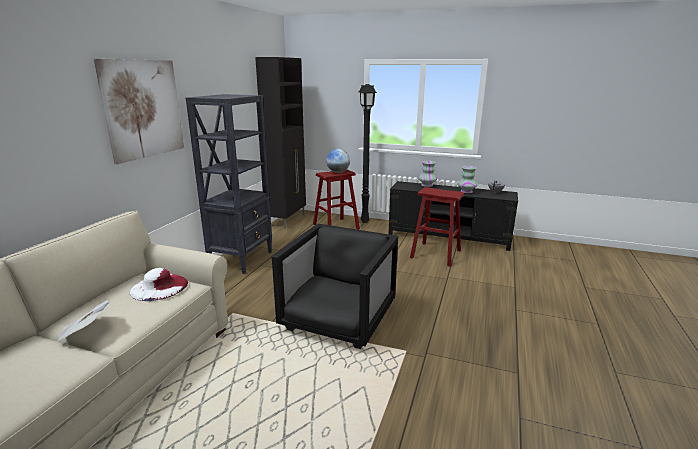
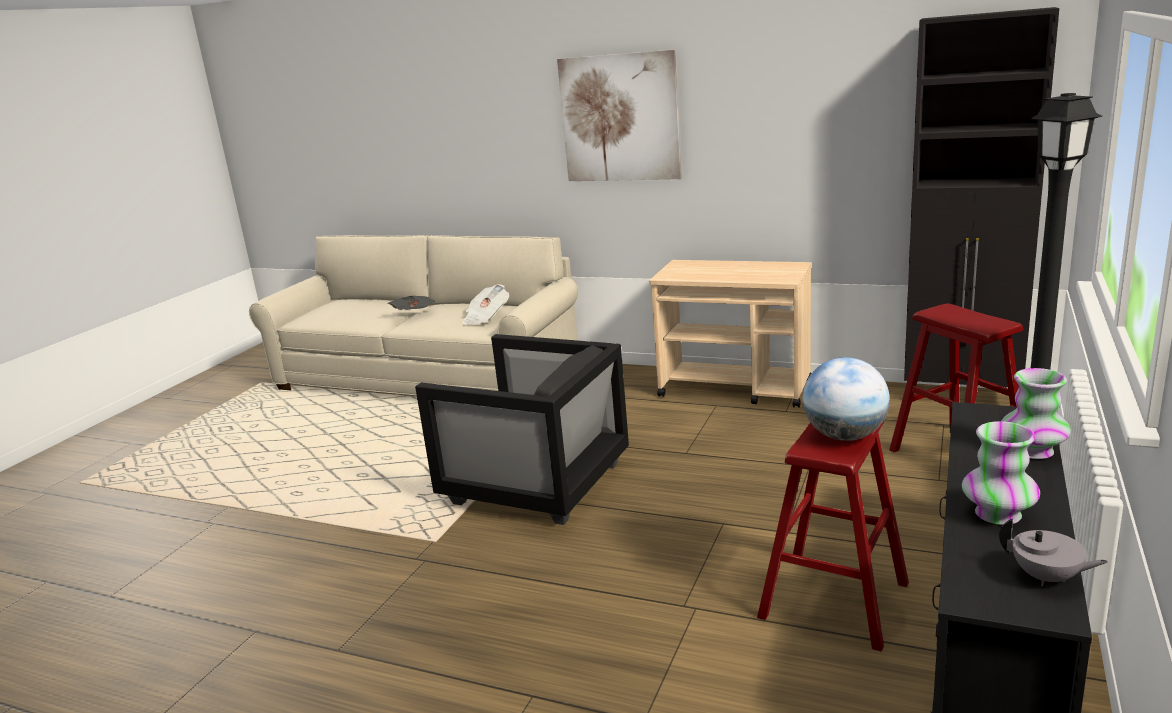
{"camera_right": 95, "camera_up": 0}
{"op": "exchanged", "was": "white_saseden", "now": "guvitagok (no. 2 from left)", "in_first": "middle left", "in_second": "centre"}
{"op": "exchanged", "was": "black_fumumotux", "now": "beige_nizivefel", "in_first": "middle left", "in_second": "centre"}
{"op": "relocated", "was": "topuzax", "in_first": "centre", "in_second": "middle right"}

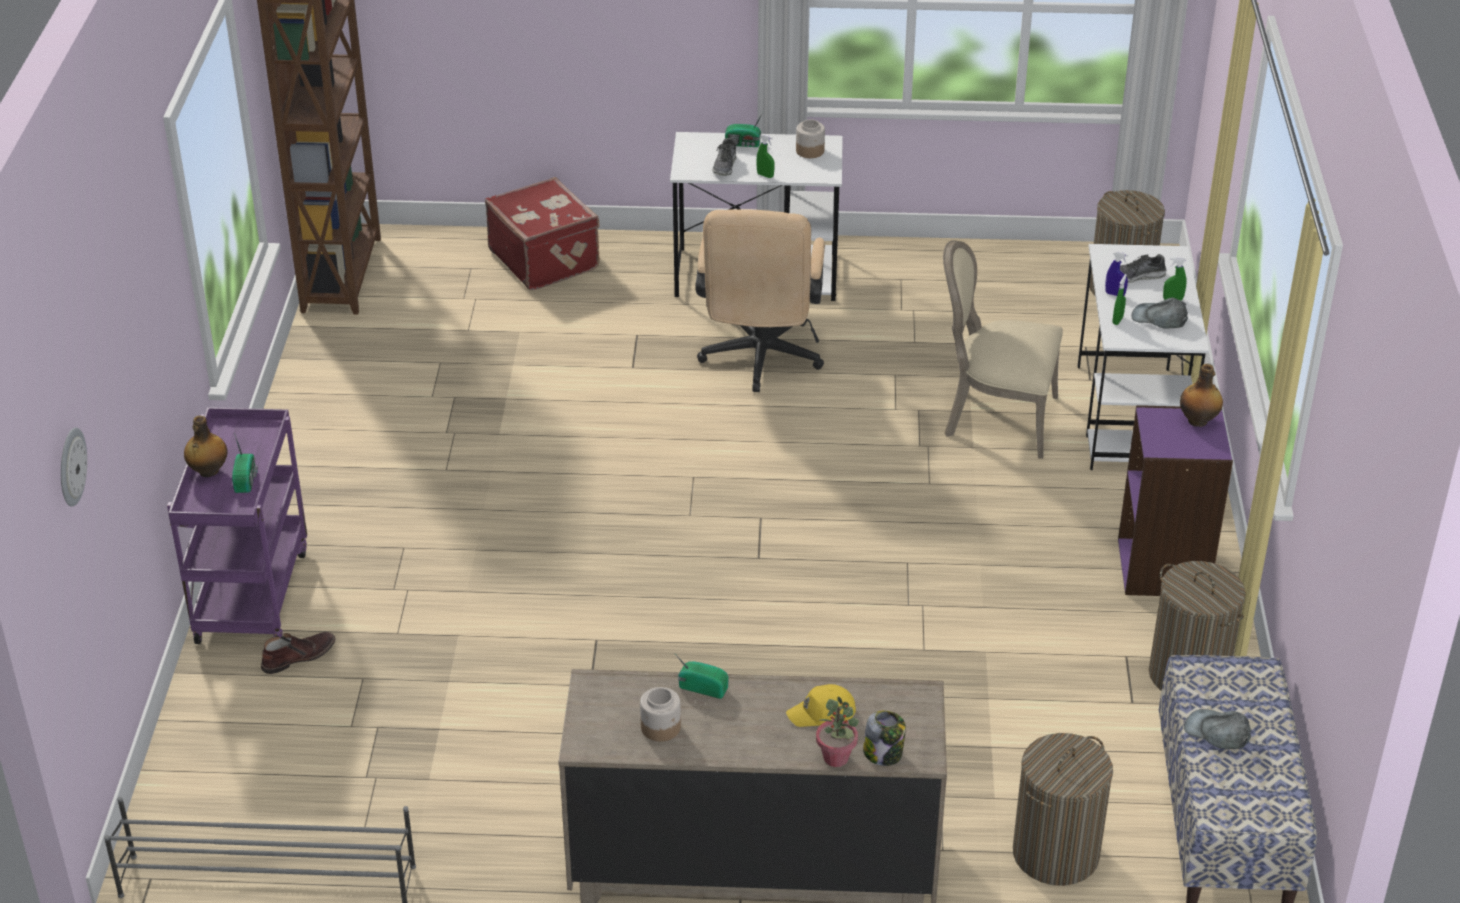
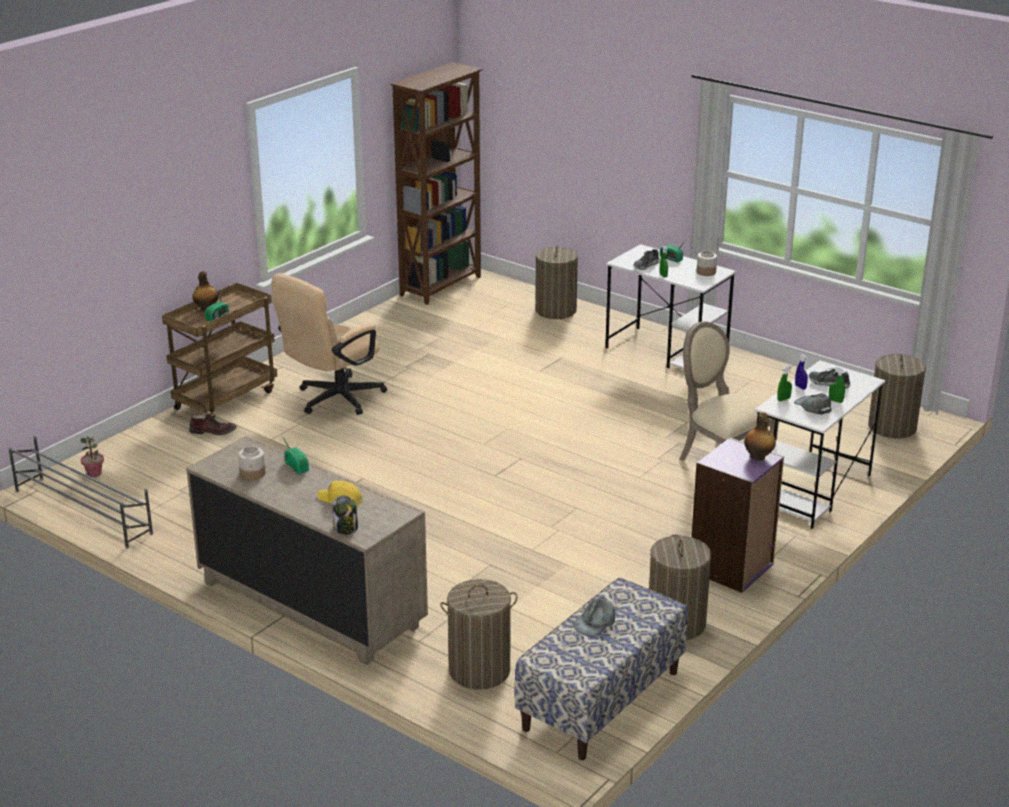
{"camera_right": 35, "camera_up": -10}
{"op": "missing", "was": "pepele", "in_first": "middle left"}
{"op": "colour", "was": "purple_nizivefel", "now": "brown_nizivefel", "in_first": "middle left", "in_second": "middle left"}
{"op": "exchanged", "was": "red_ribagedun", "now": "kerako (no. 2 from left)", "in_first": "top centre", "in_second": "centre"}
{"op": "relocated", "was": "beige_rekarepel", "in_first": "top centre", "in_second": "middle left"}
{"op": "relocated", "was": "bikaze", "in_first": "bottom centre", "in_second": "middle left"}
{"op": "spun", "was": "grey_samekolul (no. 2 from left in the first image)", "in_first": "bottom right", "in_second": "bottom centre", "clockwise": -120}

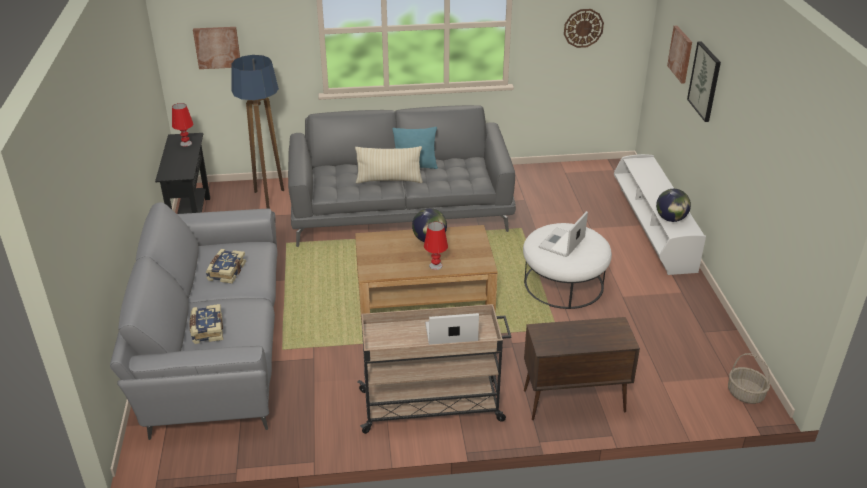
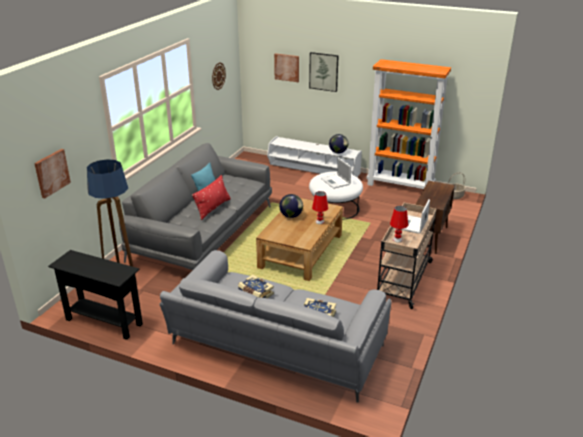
{"camera_right": -60, "camera_up": -5}
{"op": "relocated", "was": "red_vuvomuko (no. 1 from left in the first image)", "now": "red_vuvomuko (no. 2 from left)", "in_first": "top left", "in_second": "middle right"}
{"op": "colour", "was": "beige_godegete", "now": "red_godegete", "in_first": "centre", "in_second": "centre"}
{"op": "appeared", "now": "orange_fumumotux", "in_second": "top right"}

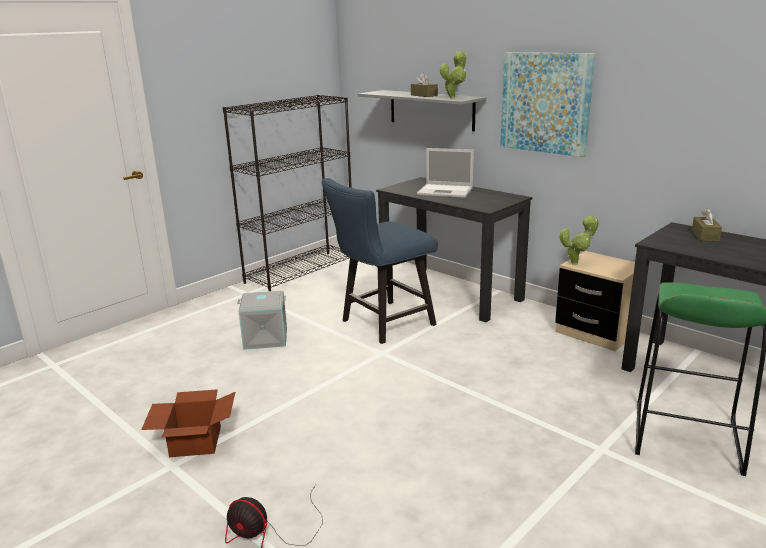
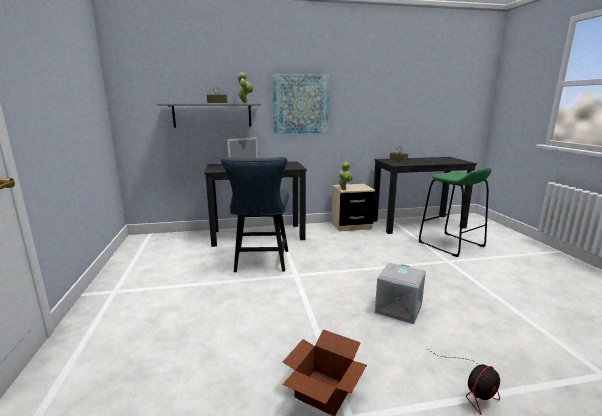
{"camera_right": -55, "camera_up": -5}
{"op": "missing", "was": "black_fumumotux", "in_first": "centre"}
{"op": "relocated", "was": "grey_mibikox", "in_first": "centre", "in_second": "bottom centre"}

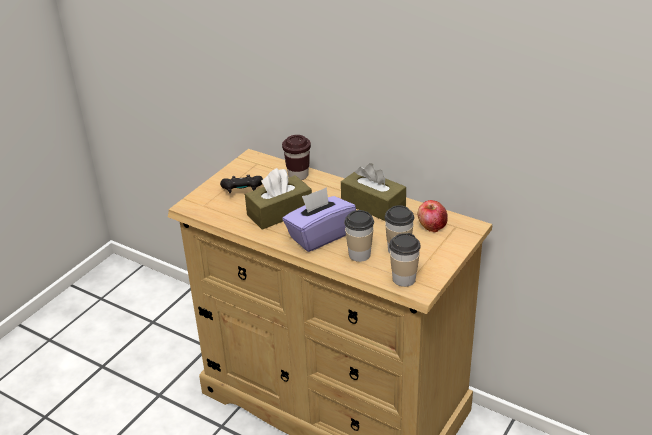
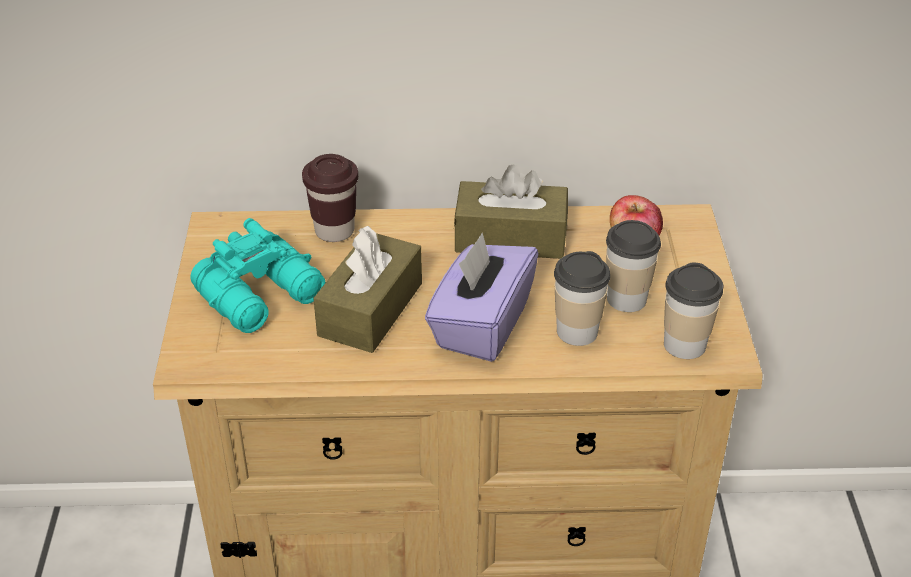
{"camera_right": -35, "camera_up": 5}
{"op": "exchanged", "was": "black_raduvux", "now": "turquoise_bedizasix", "in_first": "centre", "in_second": "middle left"}

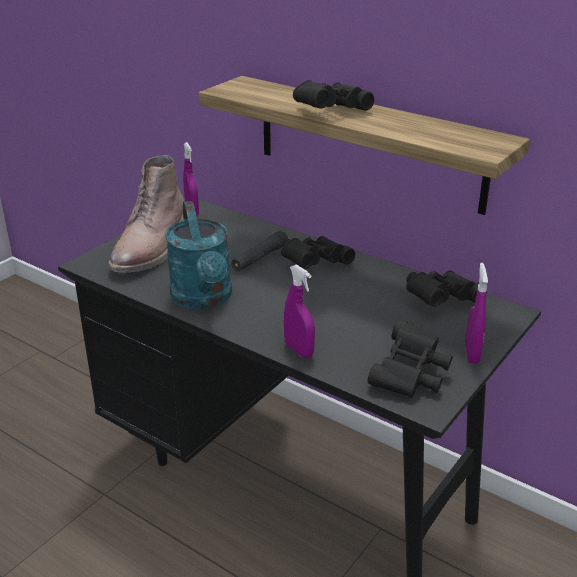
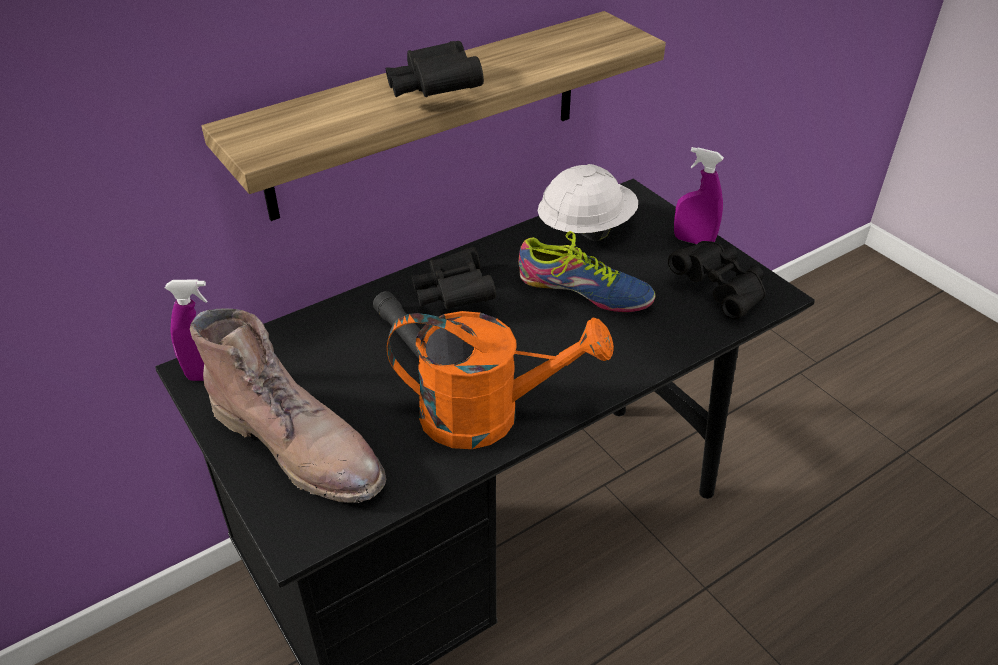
{"camera_right": -70, "camera_up": 10}
{"op": "colour", "was": "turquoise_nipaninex", "now": "orange_nipaninex", "in_first": "centre", "in_second": "centre"}
{"op": "missing", "was": "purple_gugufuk (no. 2 from left)", "in_first": "centre"}
{"op": "exchanged", "was": "black_bedizasix (no. 4 from left)", "now": "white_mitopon", "in_first": "middle right", "in_second": "top centre"}
{"op": "appeared", "now": "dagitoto", "in_second": "centre"}

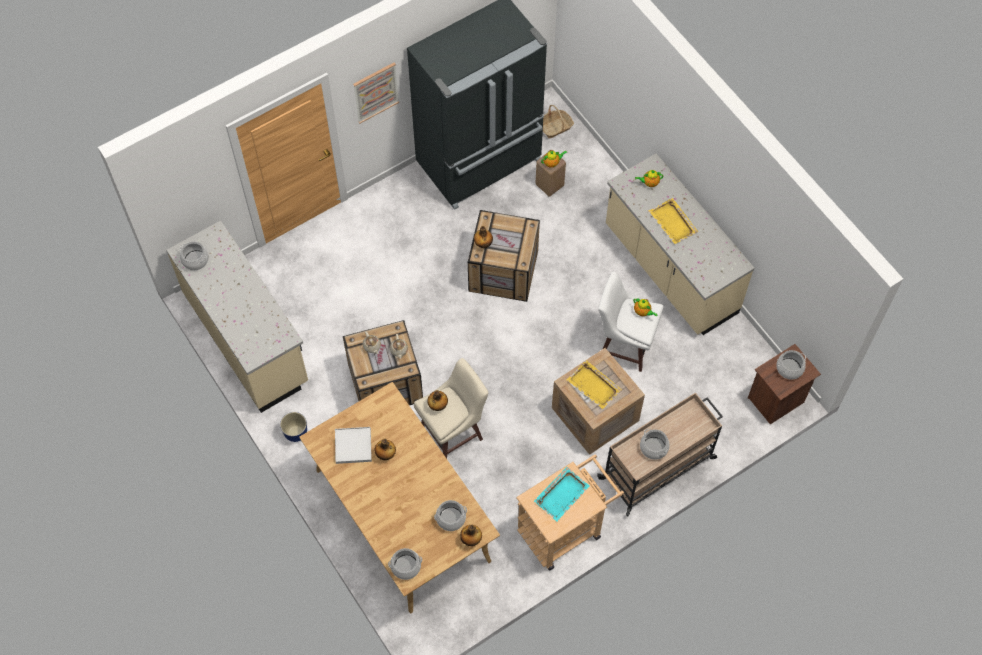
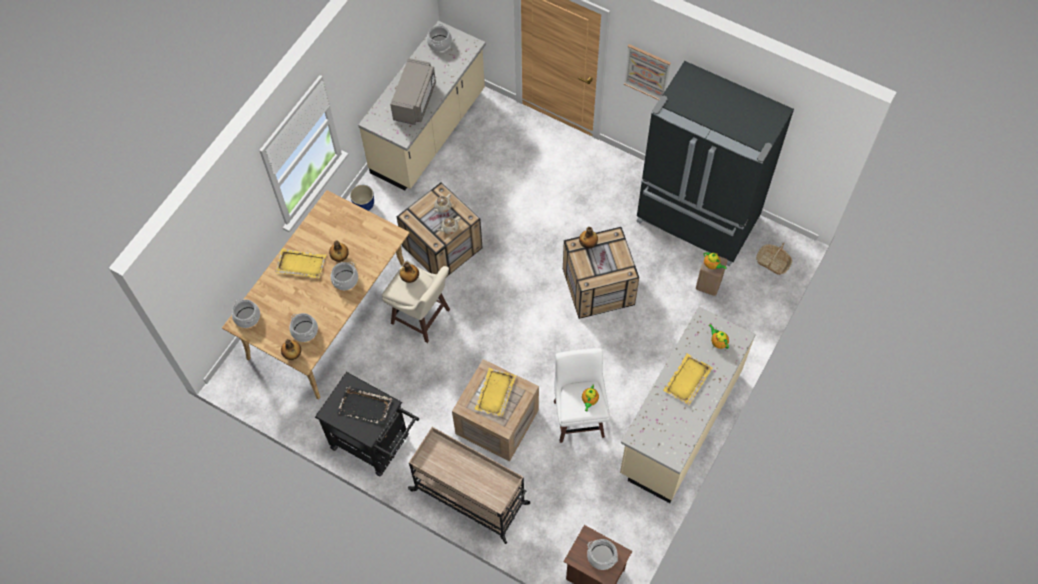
{"camera_right": 65, "camera_up": 0}
{"op": "missing", "was": "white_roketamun", "in_first": "bottom centre"}
{"op": "colour", "was": "beige_nizivefel (no. 1 from left)", "now": "black_nizivefel", "in_first": "bottom centre", "in_second": "bottom centre"}
{"op": "colour", "was": "turquoise_roketamun", "now": "black_roketamun", "in_first": "bottom centre", "in_second": "bottom centre"}
{"op": "relocated", "was": "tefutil (no. 4 from left in the first image)", "now": "tefutil (no. 3 from left)", "in_first": "bottom right", "in_second": "middle left"}
{"op": "appeared", "now": "yellow_roketamun (no. 1 from left)", "in_second": "middle left"}
{"op": "appeared", "now": "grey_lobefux", "in_second": "top centre"}

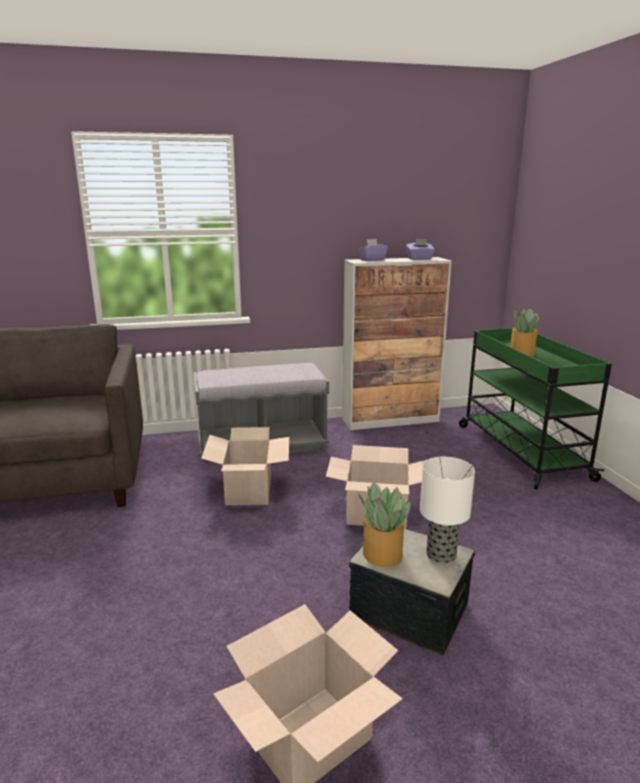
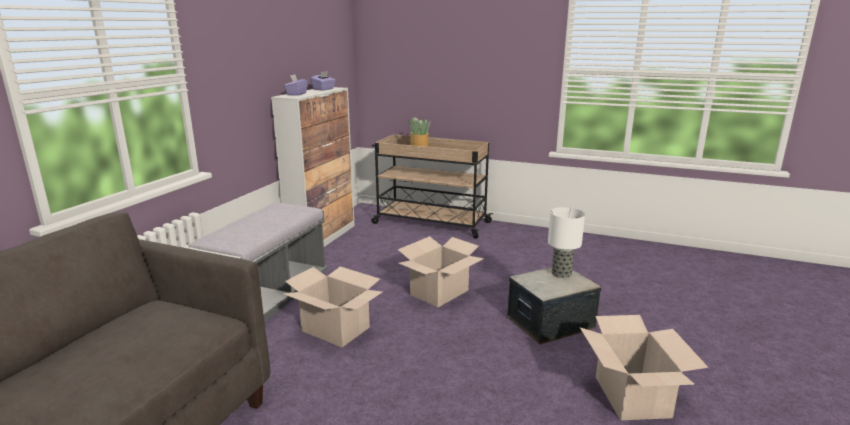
{"camera_right": -55, "camera_up": 0}
{"op": "missing", "was": "bikaze (no. 1 from left)", "in_first": "bottom centre"}
{"op": "colour", "was": "green_nizivefel", "now": "beige_nizivefel", "in_first": "middle right", "in_second": "centre"}

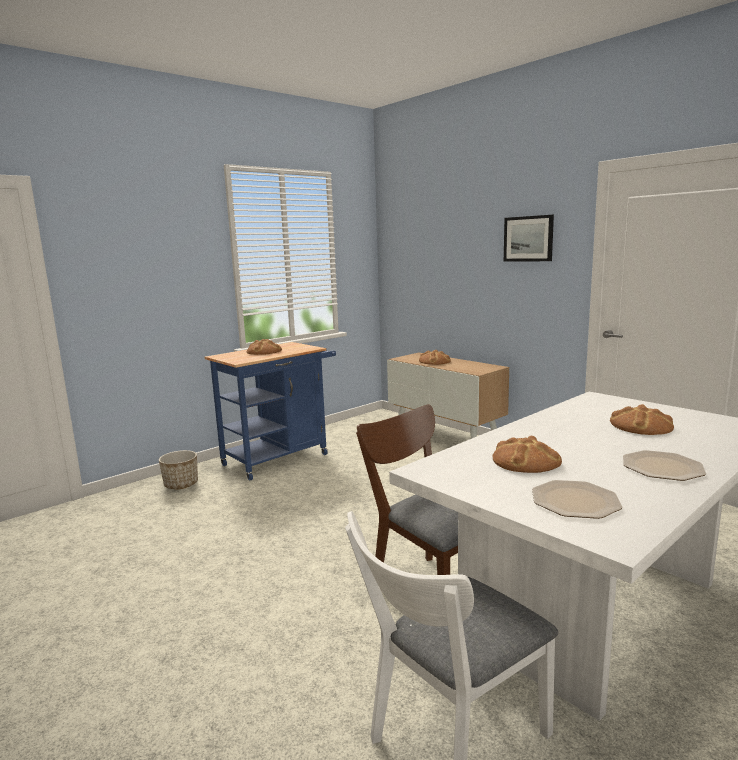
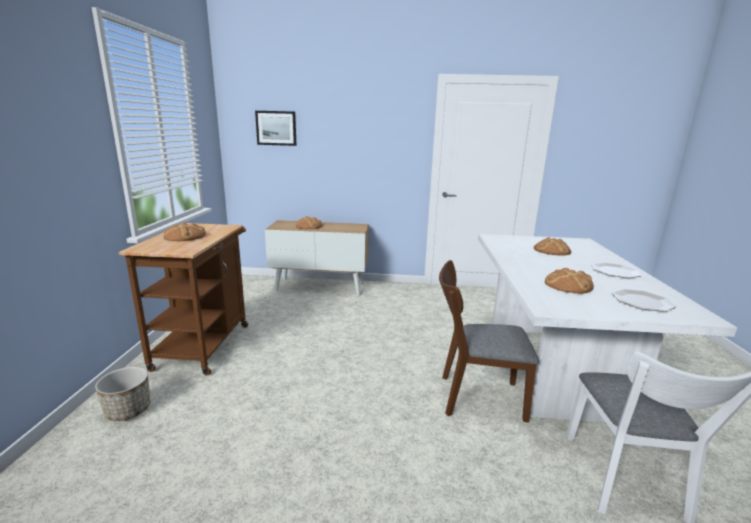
{"camera_right": -45, "camera_up": 5}
{"op": "colour", "was": "blue_nizivefel", "now": "brown_nizivefel", "in_first": "centre", "in_second": "middle left"}
{"op": "relocated", "was": "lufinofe", "in_first": "top right", "in_second": "top centre"}

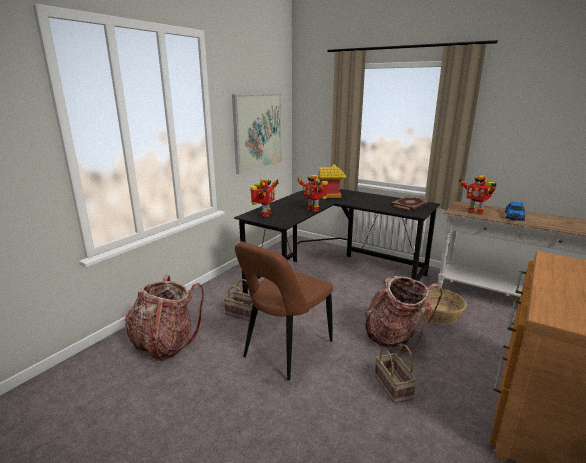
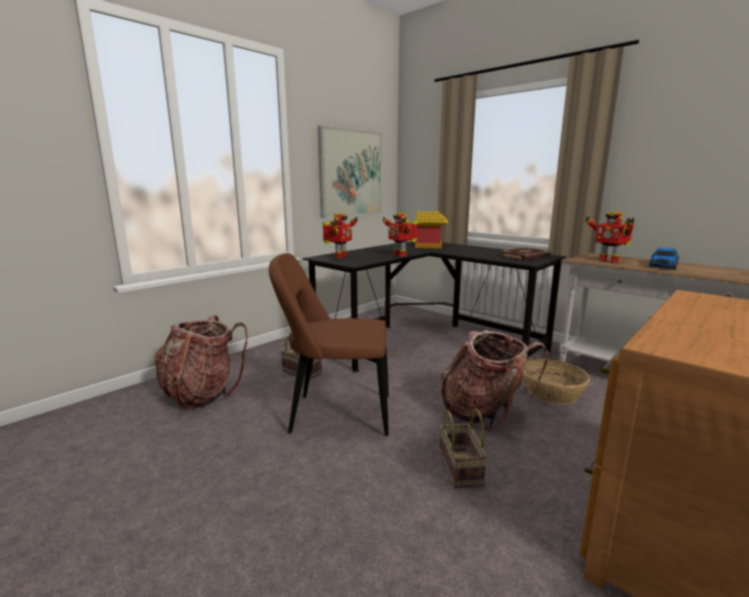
{"camera_right": 10, "camera_up": -5}
{"op": "spun", "was": "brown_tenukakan", "in_first": "bottom centre", "in_second": "centre", "clockwise": 45}

